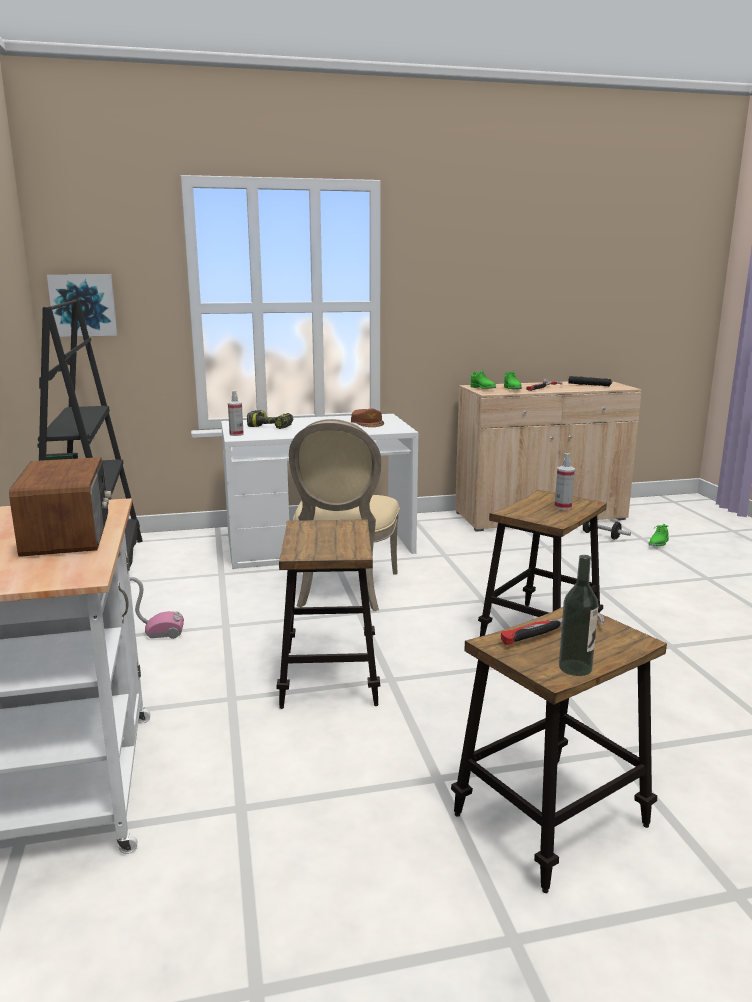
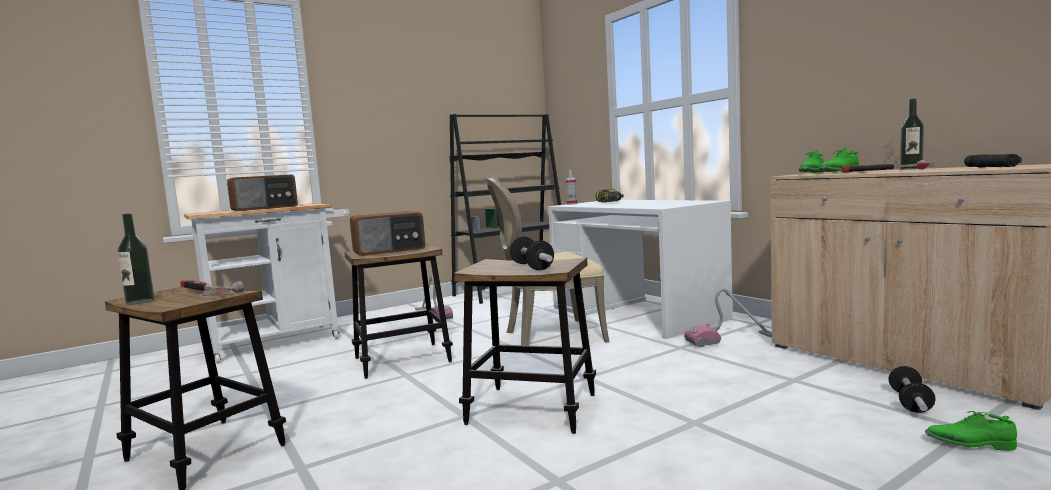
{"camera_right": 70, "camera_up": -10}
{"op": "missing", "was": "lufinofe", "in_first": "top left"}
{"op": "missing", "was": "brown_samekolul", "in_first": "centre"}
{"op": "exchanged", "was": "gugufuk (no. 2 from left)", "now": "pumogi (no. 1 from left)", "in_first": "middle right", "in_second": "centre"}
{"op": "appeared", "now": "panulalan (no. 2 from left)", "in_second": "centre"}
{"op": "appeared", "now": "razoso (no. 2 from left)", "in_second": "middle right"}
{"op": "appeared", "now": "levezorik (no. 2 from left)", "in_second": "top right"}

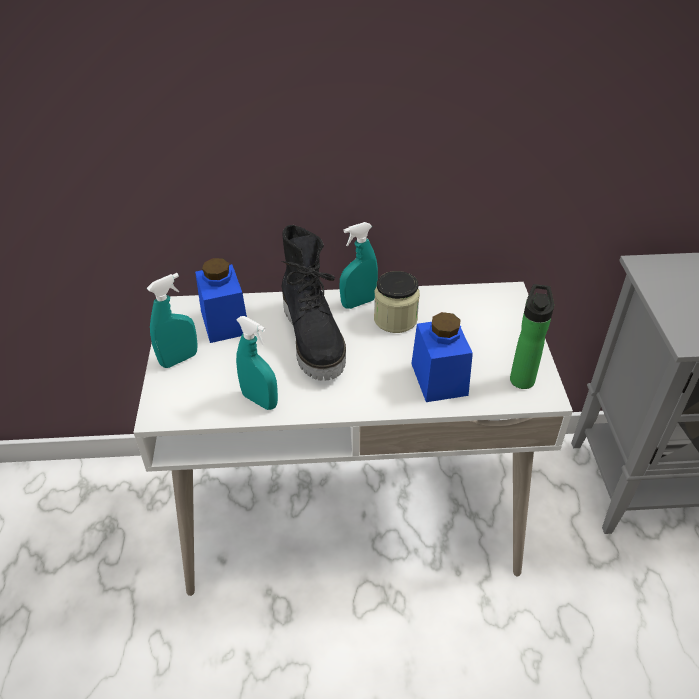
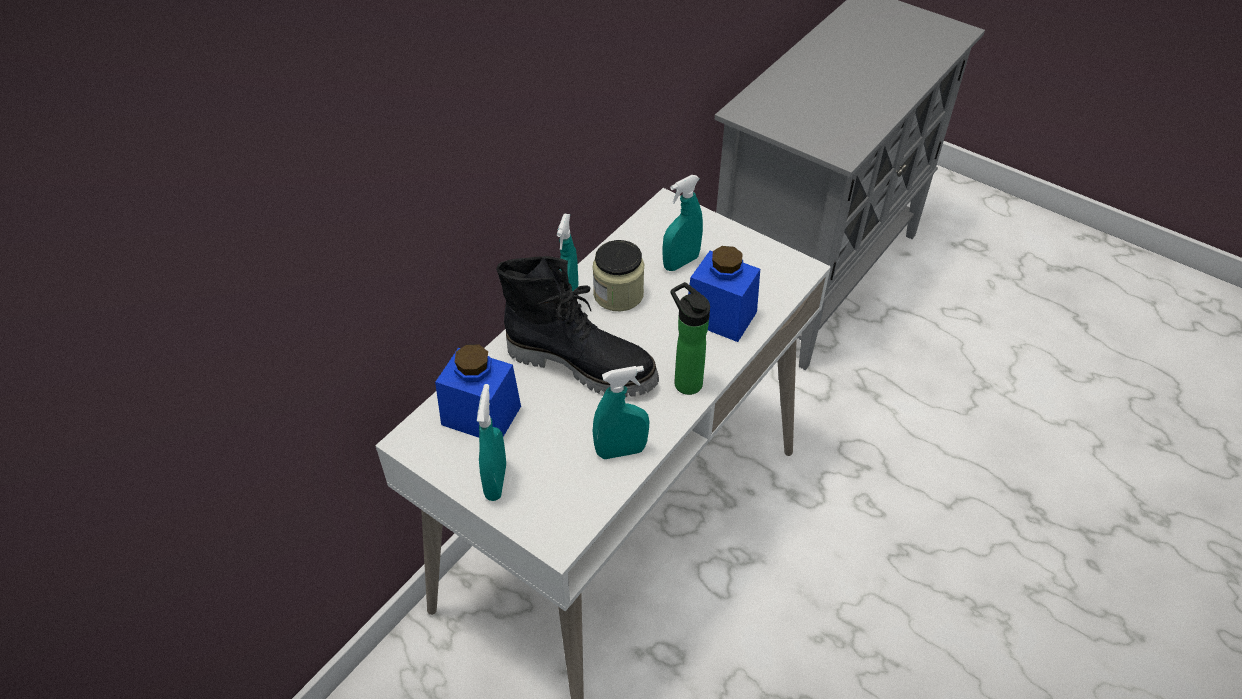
{"camera_right": -50, "camera_up": 5}
{"op": "relocated", "was": "levezorik", "in_first": "middle right", "in_second": "centre"}
{"op": "appeared", "now": "turquoise_gugufuk (no. 4 from left)", "in_second": "top centre"}

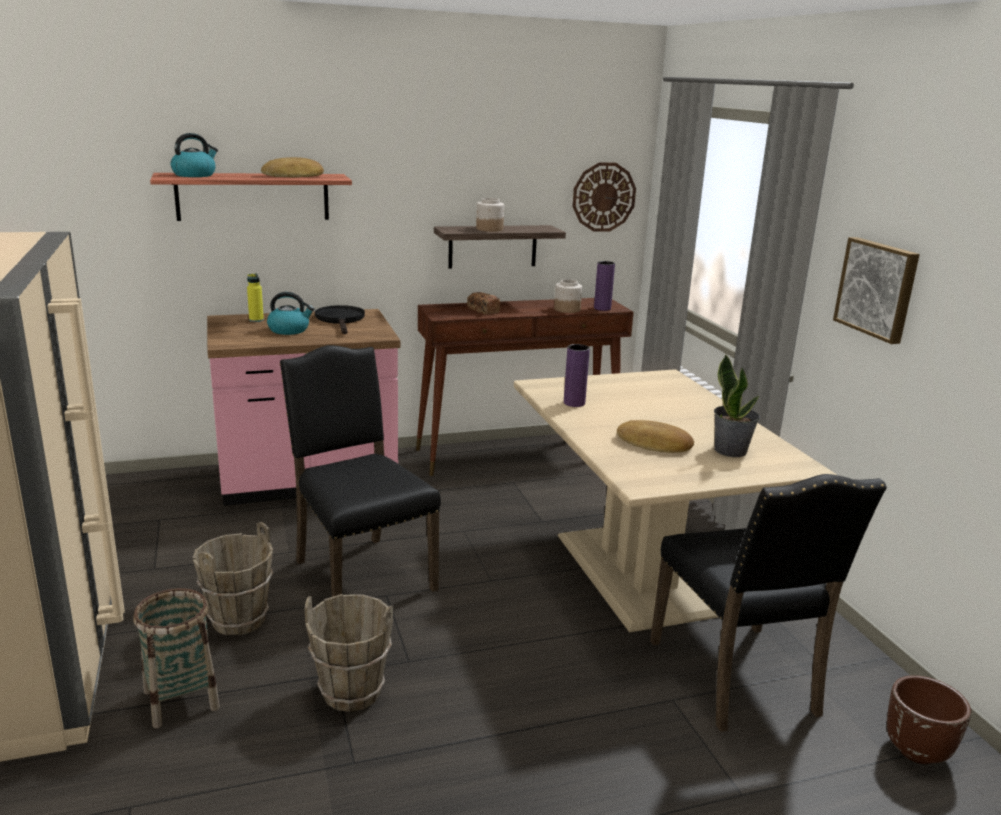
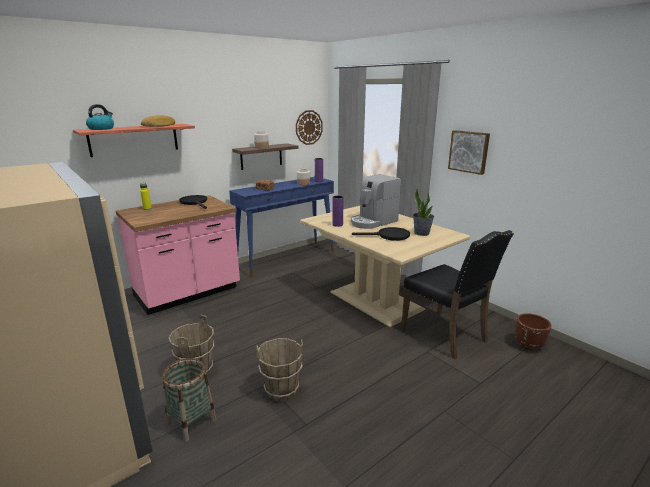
{"camera_right": -20, "camera_up": 0}
{"op": "missing", "was": "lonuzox (no. 2 from left)", "in_first": "middle left"}
{"op": "missing", "was": "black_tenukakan (no. 1 from left)", "in_first": "centre"}
{"op": "colour", "was": "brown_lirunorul", "now": "blue_lirunorul", "in_first": "centre", "in_second": "centre"}
{"op": "exchanged", "was": "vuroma (no. 3 from left)", "now": "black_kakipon (no. 2 from left)", "in_first": "centre", "in_second": "centre"}
{"op": "appeared", "now": "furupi", "in_second": "centre"}

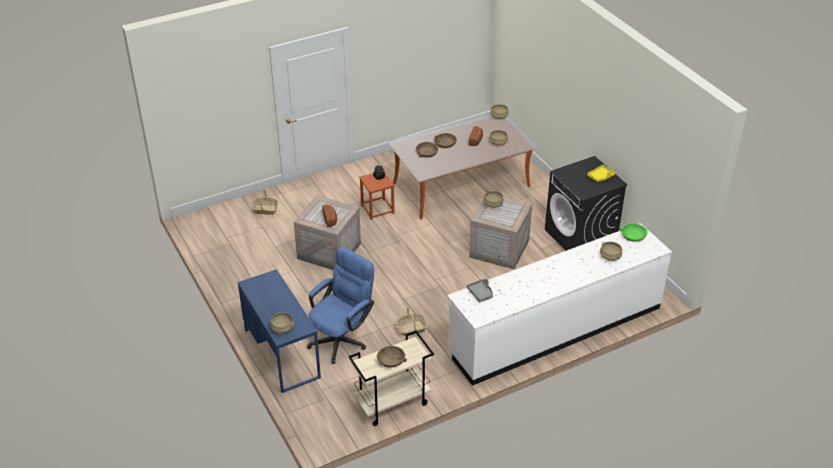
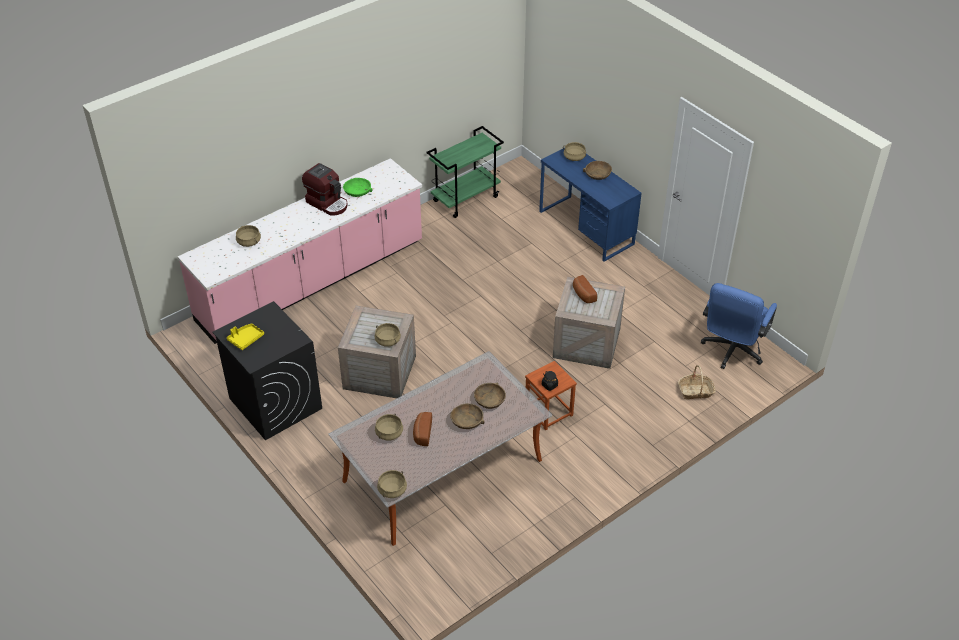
{"camera_right": 170, "camera_up": 5}
{"op": "relocated", "was": "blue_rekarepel", "in_first": "centre", "in_second": "middle right"}
{"op": "colour", "was": "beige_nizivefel", "now": "green_nizivefel", "in_first": "bottom centre", "in_second": "top centre"}
{"op": "relocated", "was": "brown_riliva (no. 1 from left in the first image)", "now": "brown_riliva (no. 3 from left)", "in_first": "bottom centre", "in_second": "top centre"}
{"op": "missing", "was": "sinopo (no. 2 from left)", "in_first": "bottom centre"}
{"op": "colour", "was": "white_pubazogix", "now": "pink_pubazogix", "in_first": "middle right", "in_second": "middle left"}
{"op": "missing", "was": "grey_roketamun", "in_first": "centre"}
{"op": "relocated", "was": "green_riliva", "in_first": "middle right", "in_second": "top centre"}
{"op": "appeared", "now": "furupi", "in_second": "top centre"}

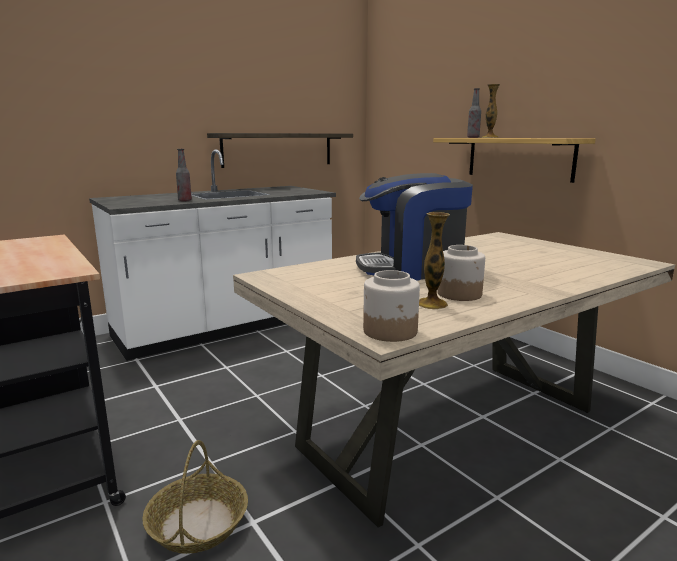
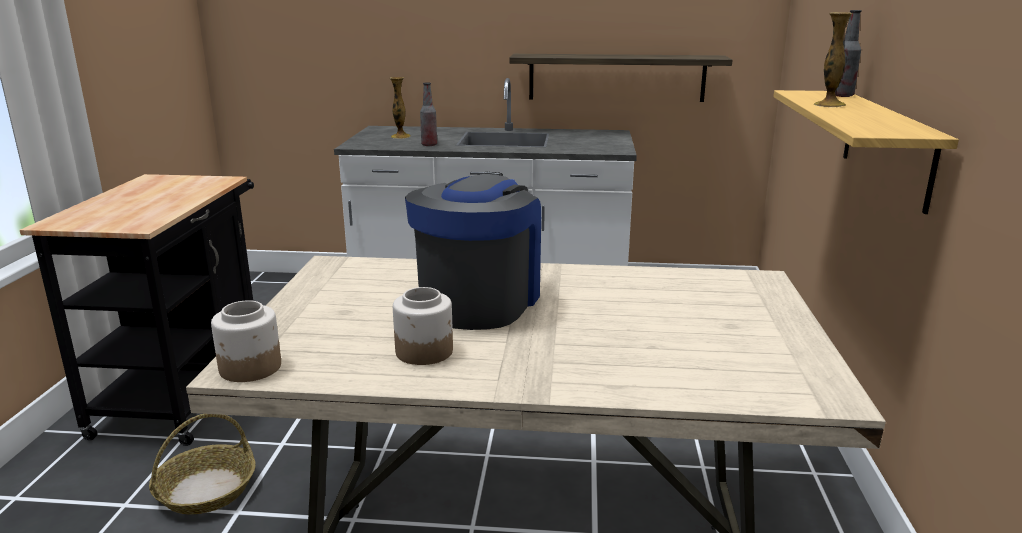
{"camera_right": 40, "camera_up": 5}
{"op": "spun", "was": "furupi", "in_first": "centre", "in_second": "centre", "clockwise": 75}
{"op": "relocated", "was": "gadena (no. 1 from left)", "in_first": "centre", "in_second": "top centre"}

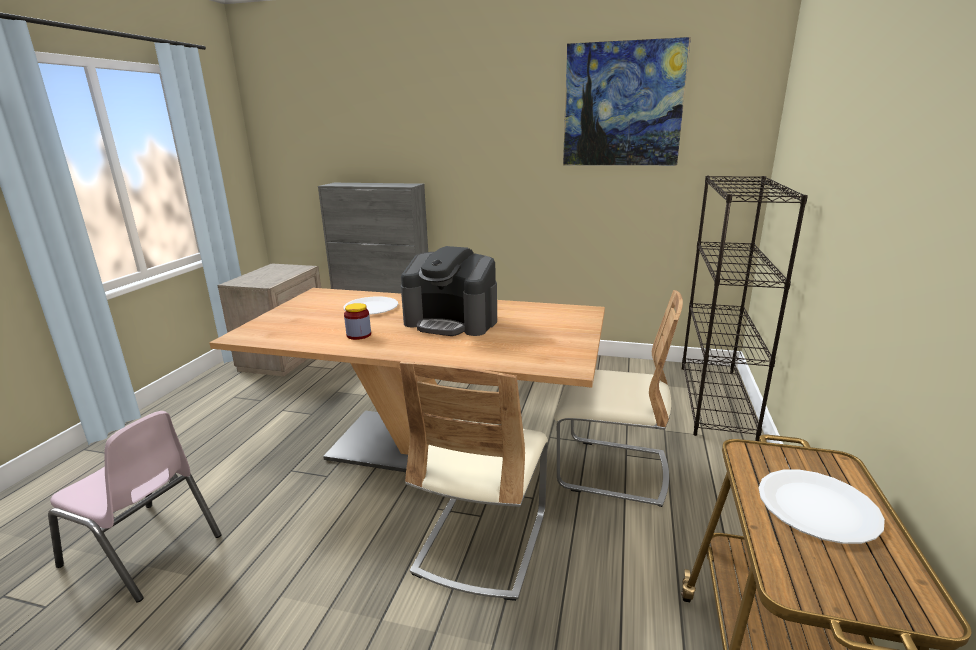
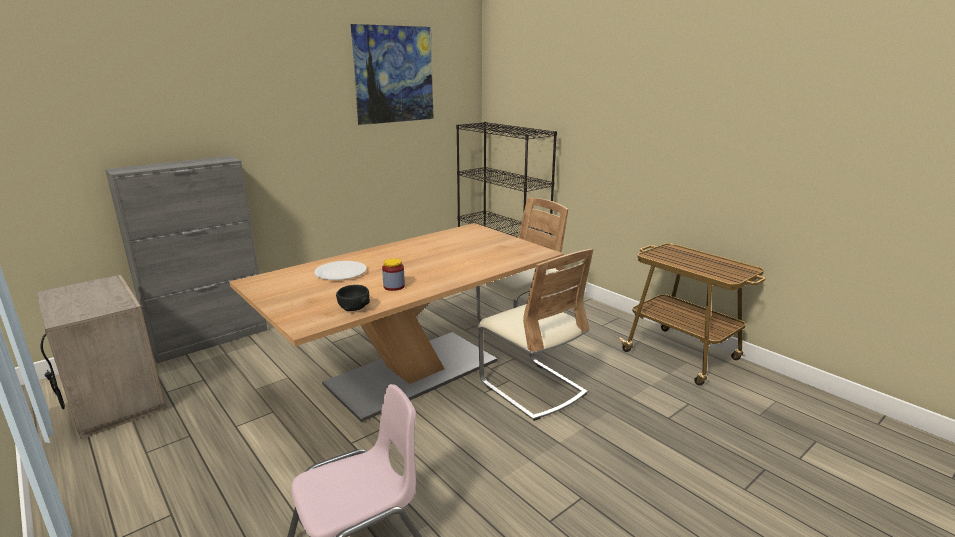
{"camera_right": -55, "camera_up": 0}
{"op": "missing", "was": "furupi", "in_first": "centre"}
{"op": "missing", "was": "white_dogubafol (no. 2 from left)", "in_first": "bottom right"}
{"op": "appeared", "now": "black_riliva", "in_second": "centre"}

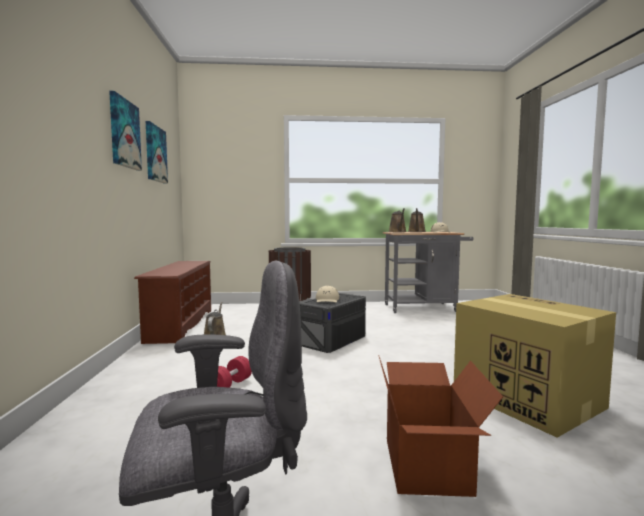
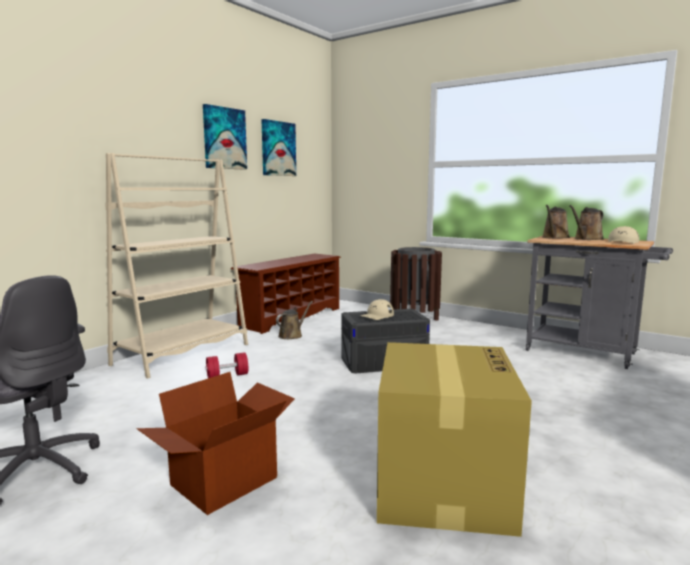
{"camera_right": 40, "camera_up": 5}
{"op": "appeared", "now": "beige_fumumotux", "in_second": "middle left"}

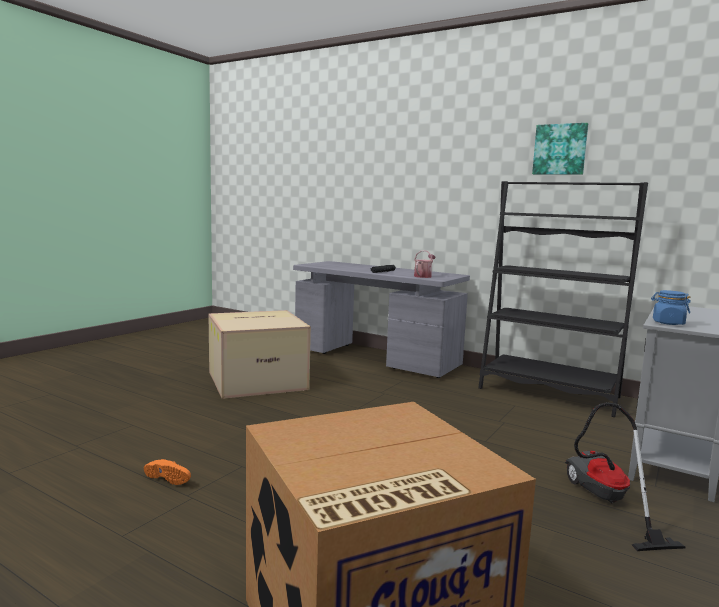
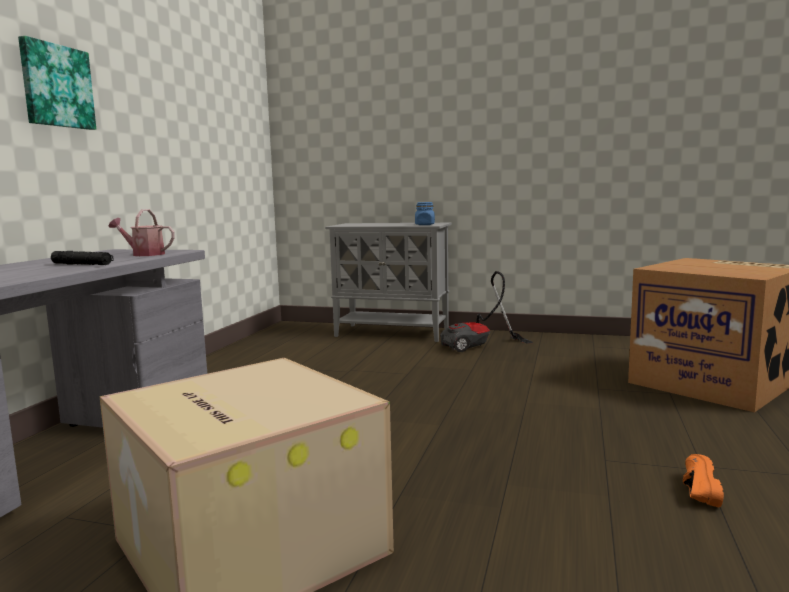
{"camera_right": -105, "camera_up": 0}
{"op": "missing", "was": "black_fumumotux", "in_first": "middle right"}
{"op": "relocated", "was": "lufinofe", "in_first": "top right", "in_second": "top left"}

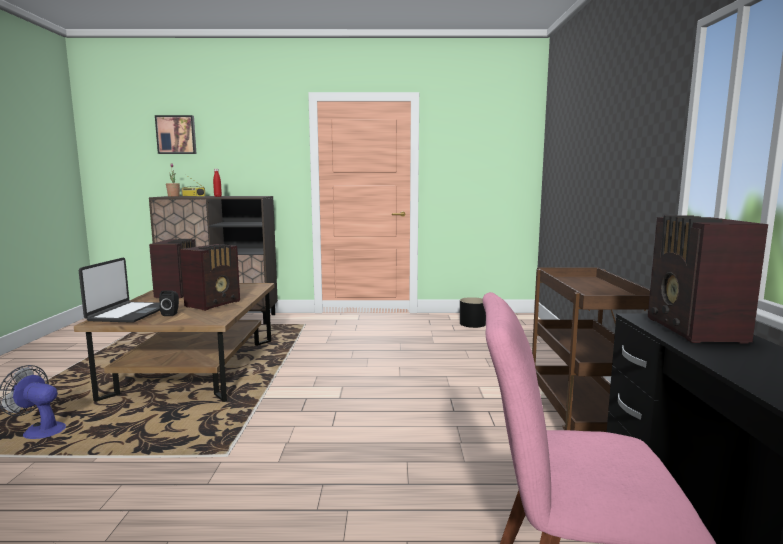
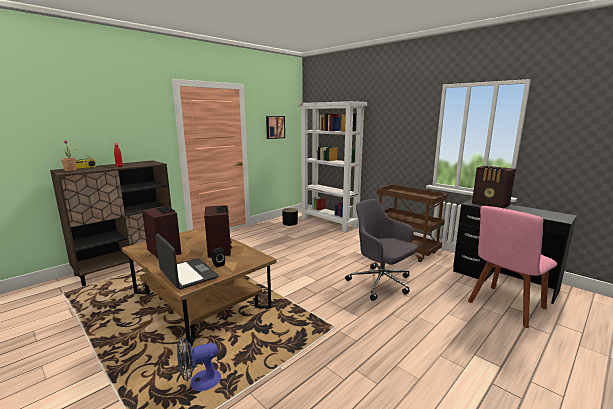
{"camera_right": -45, "camera_up": 5}
{"op": "relocated", "was": "lufinofe", "in_first": "top left", "in_second": "top centre"}
{"op": "appeared", "now": "white_fumumotux", "in_second": "centre"}
{"op": "appeared", "now": "grey_rekarepel", "in_second": "centre"}

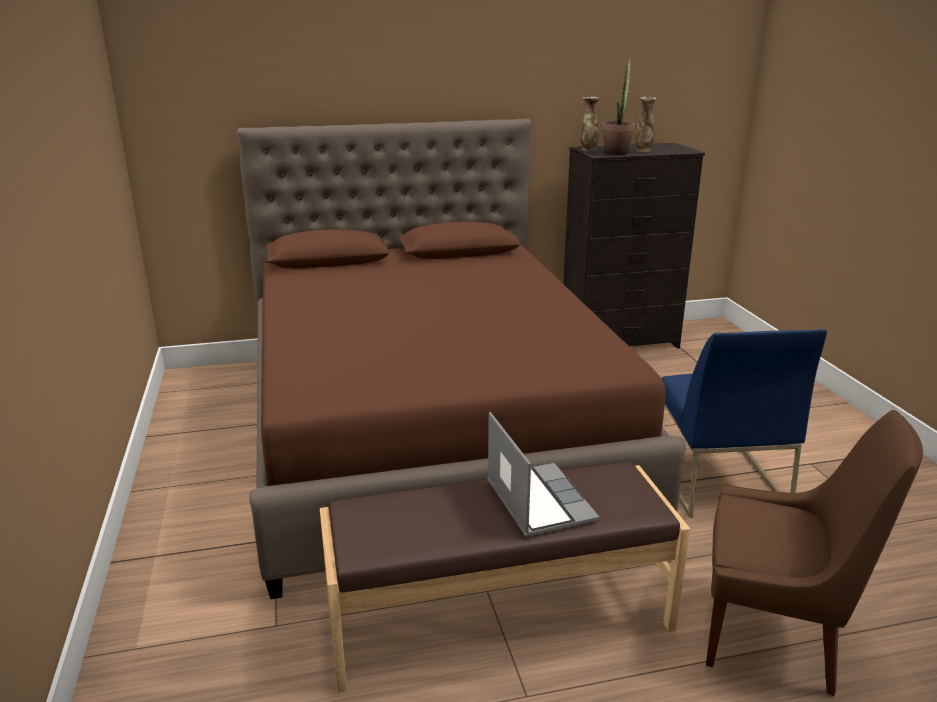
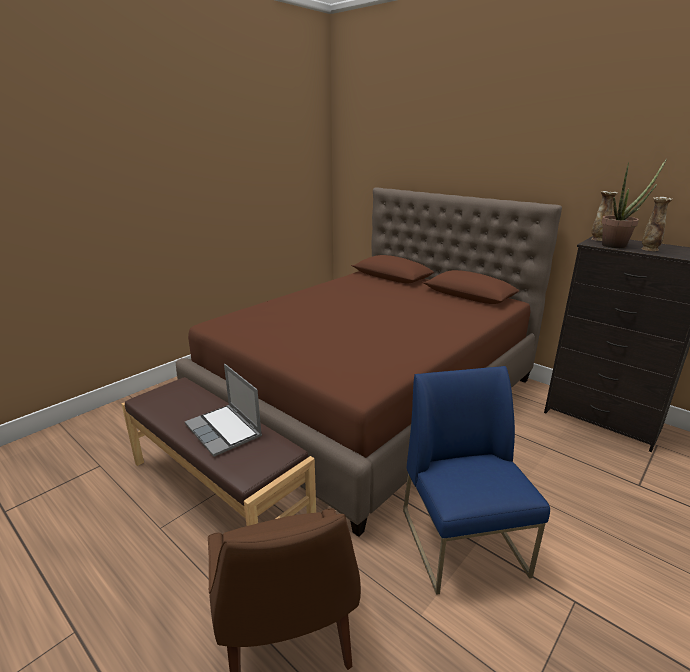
{"camera_right": 55, "camera_up": 0}
{"op": "spun", "was": "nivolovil", "in_first": "bottom centre", "in_second": "middle left", "clockwise": 105}
{"op": "spun", "was": "blue_tenukakan", "in_first": "middle right", "in_second": "bottom right", "clockwise": 120}

